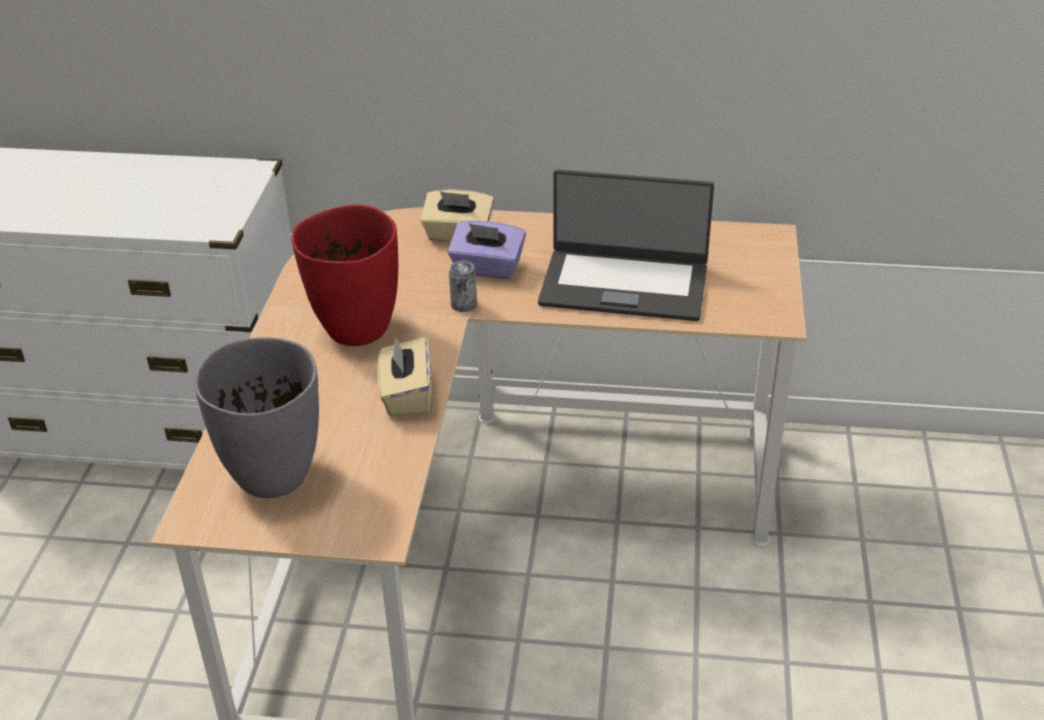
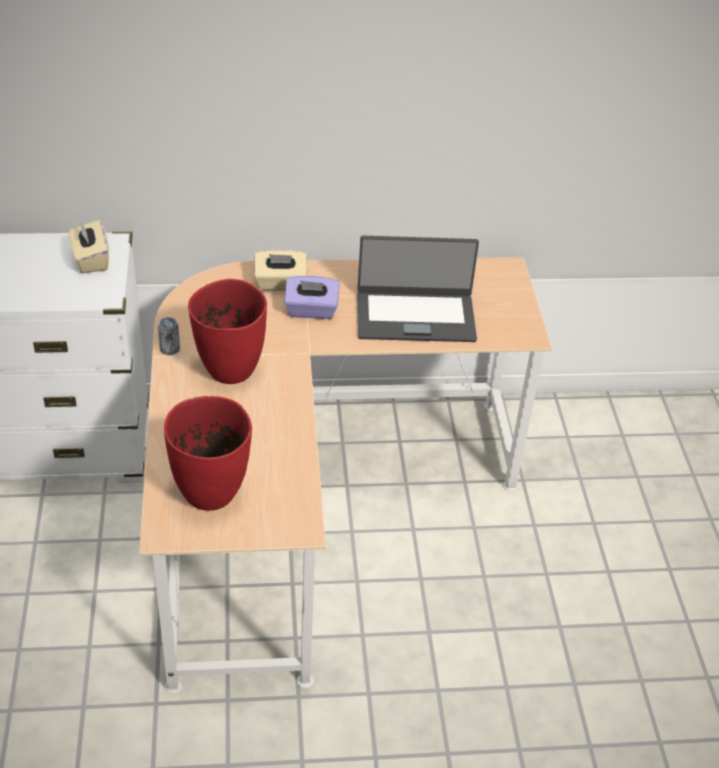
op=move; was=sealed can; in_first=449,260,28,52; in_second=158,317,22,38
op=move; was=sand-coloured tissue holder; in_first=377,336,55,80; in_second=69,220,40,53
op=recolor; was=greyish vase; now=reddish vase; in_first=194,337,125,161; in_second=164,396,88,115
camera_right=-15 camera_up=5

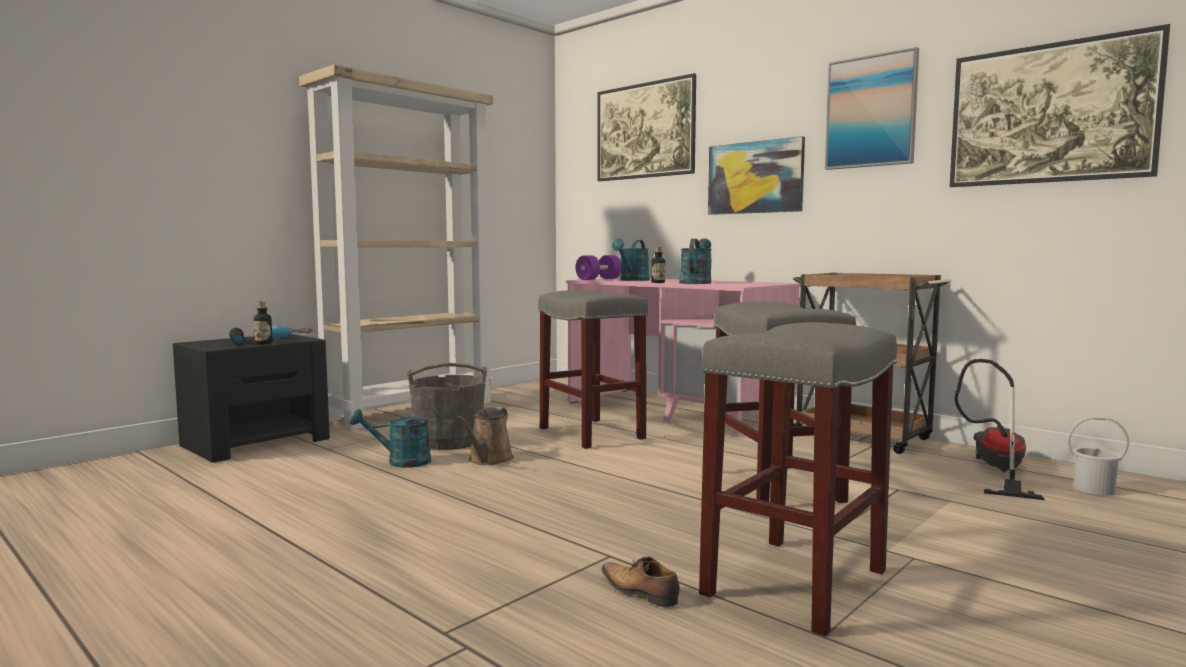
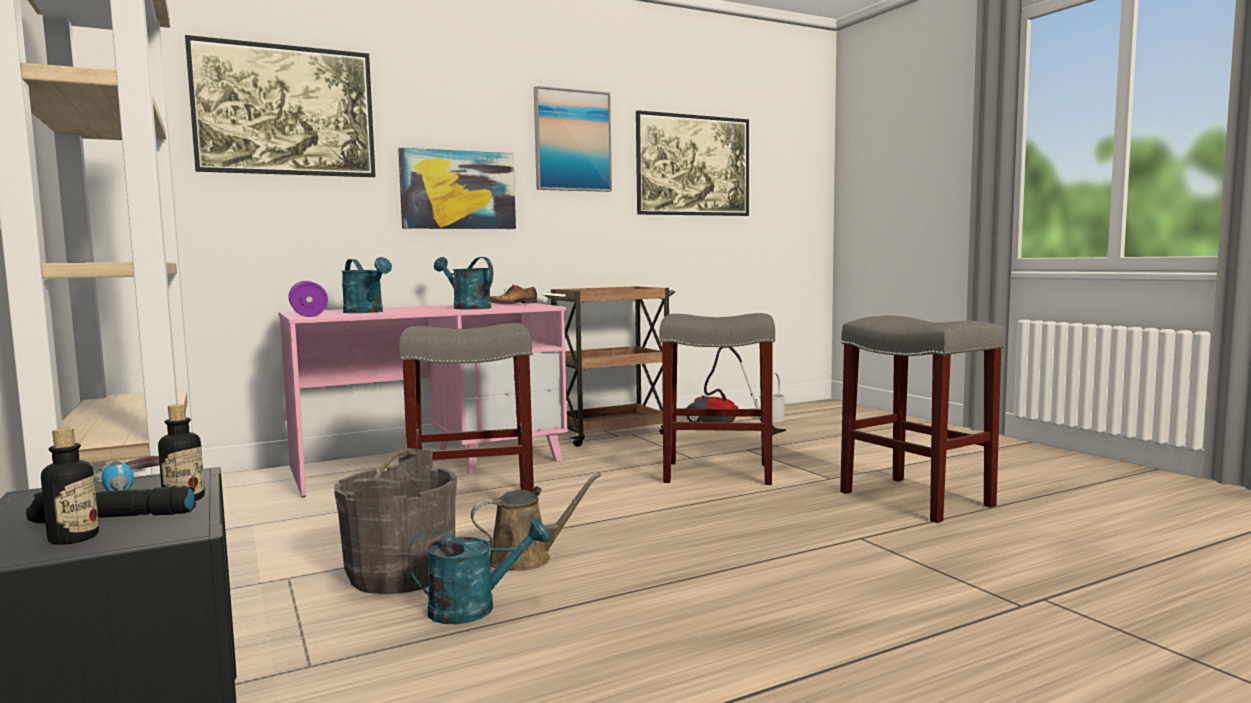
op=move; was=beverage bottle; in_first=651,247,14,36; in_second=41,428,58,117
op=rotate; was=brownish watering can; in_first=457,407,57,58; in_second=471,473,130,98; clockwise=-60
op=rotate; was=turquoise-coloured watering can; in_first=350,408,91,60; in_second=408,518,141,106; clockwise=-120
op=move; was=shoe; in_first=601,556,79,51; in_second=490,285,47,19
camera_right=-70 camera_up=0

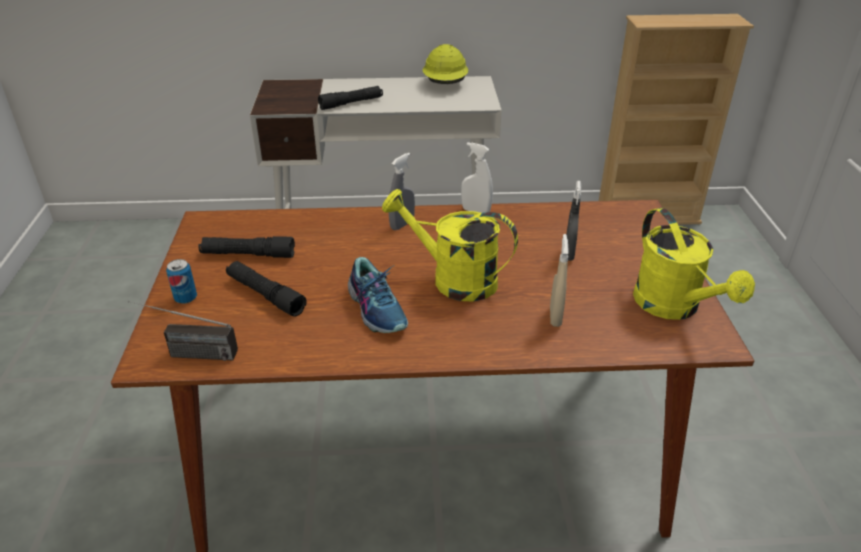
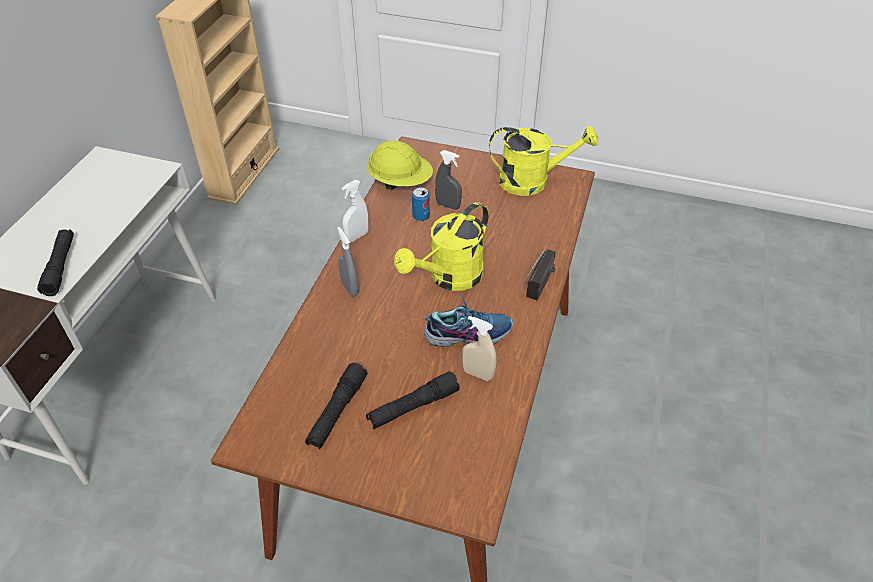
op=move; was=yellowish hard hat; in_first=423,44,45,40; in_second=367,140,66,50
op=move; was=sand-coloured hand sprayer; in_first=550,234,19,93; in_second=462,316,35,65
op=move; was=sealed can; in_first=166,259,31,45; in_second=412,187,18,34
op=move; was=radio set; in_first=128,301,110,60; in_second=521,249,35,52
camera_right=-70 camera_up=10

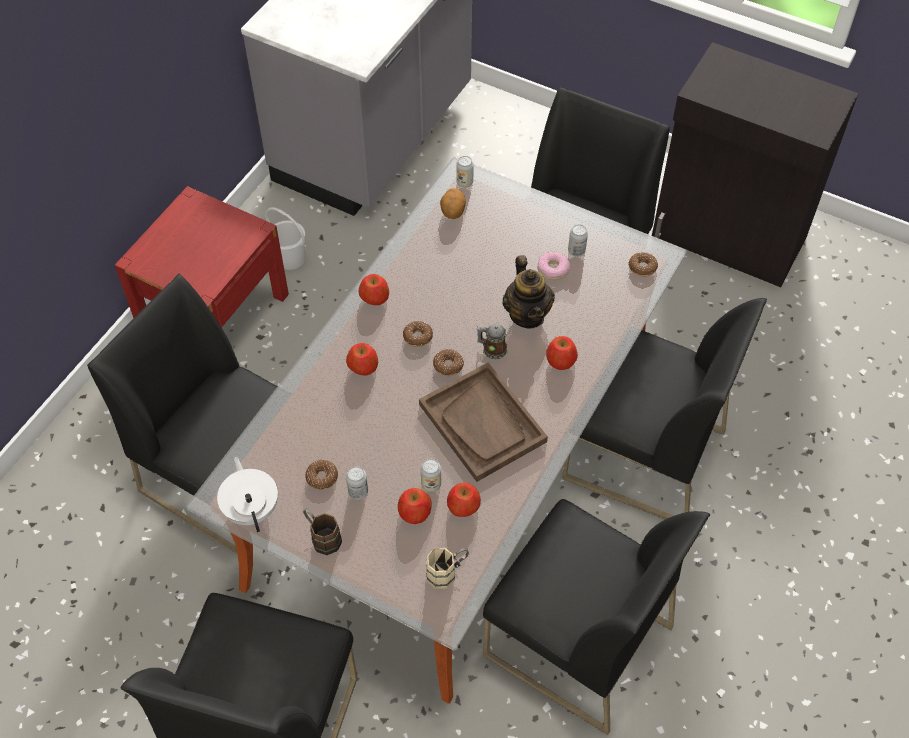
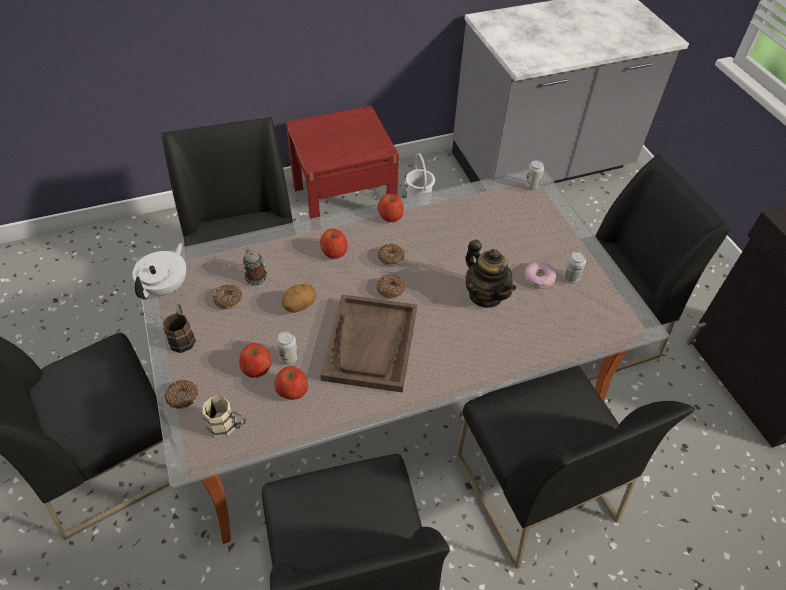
op=move; was=potato; in_first=440,188,26,31; in_second=282,284,34,29
op=move; was=donut; in_first=628,252,30,25; in_second=165,380,33,29
op=rotate; was=teapot; in_first=502,255,53,74; in_second=465,240,51,68; clockwise=-60
op=move; was=mug; in_first=477,324,31,36; in_second=243,247,24,39
op=delete; was=whole apple; in_first=546,336,32,34
op=delete; was=sealed can; in_first=346,466,22,34
camera_right=40 camera_up=-5

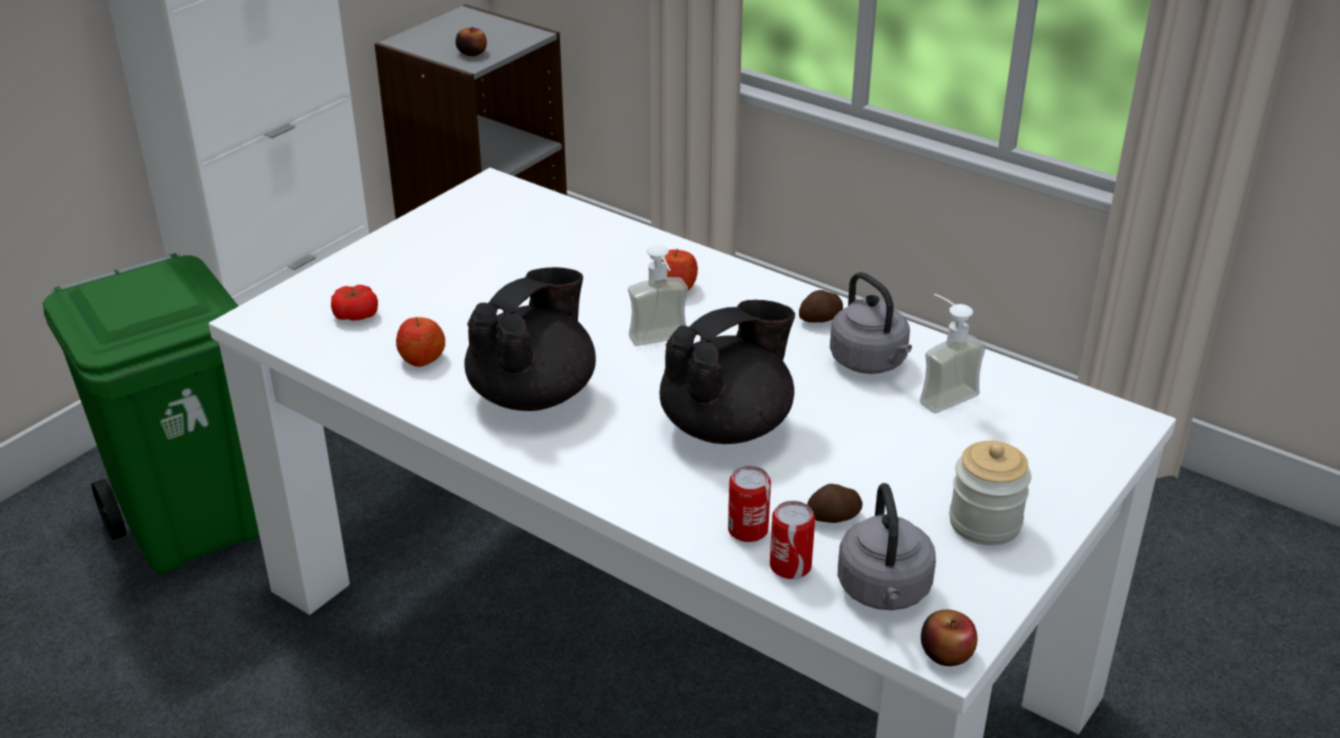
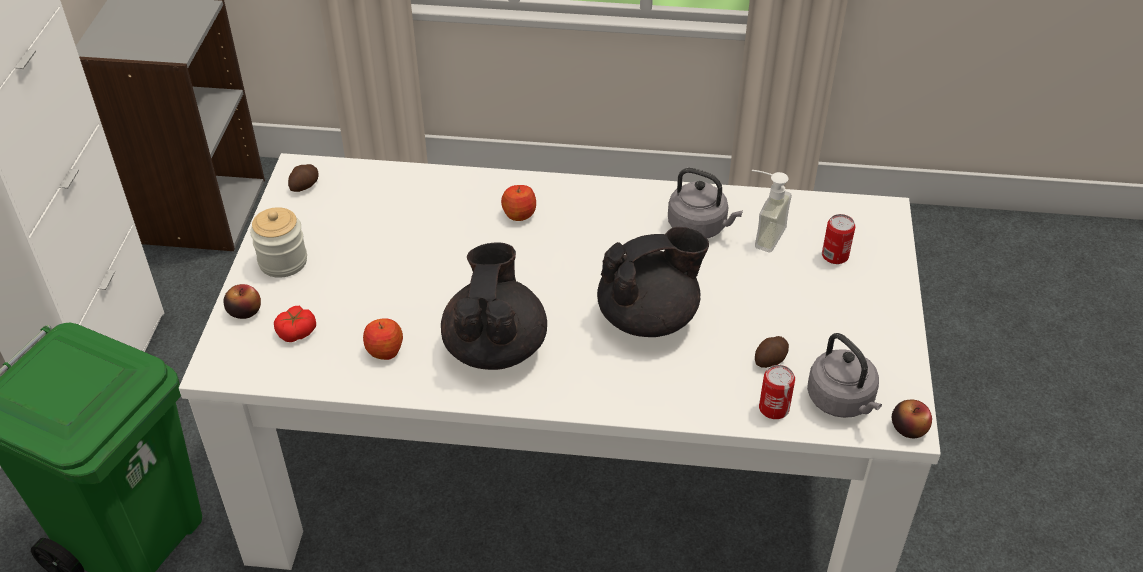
op=move; was=whole apple; in_first=456,27,31,29; in_second=224,284,37,35
op=delete; was=soap bottle; in_first=628,245,60,101
op=move; was=potato; in_first=799,290,44,32; in_second=288,164,31,28
op=rotate; was=black teapot; in_first=660,300,135,144; in_second=597,227,112,110; clockwise=45
op=move; was=jar; in_first=949,441,82,104; in_second=250,207,57,71
op=move; was=sealed can; in_first=728,466,43,76; in_second=822,214,34,50
camera_right=-30 camera_up=10

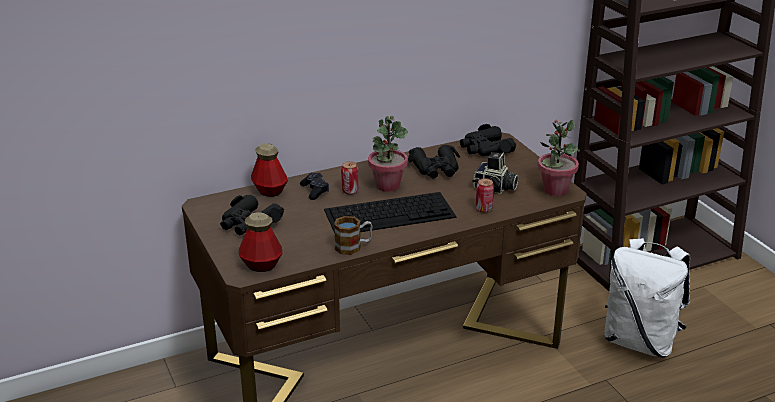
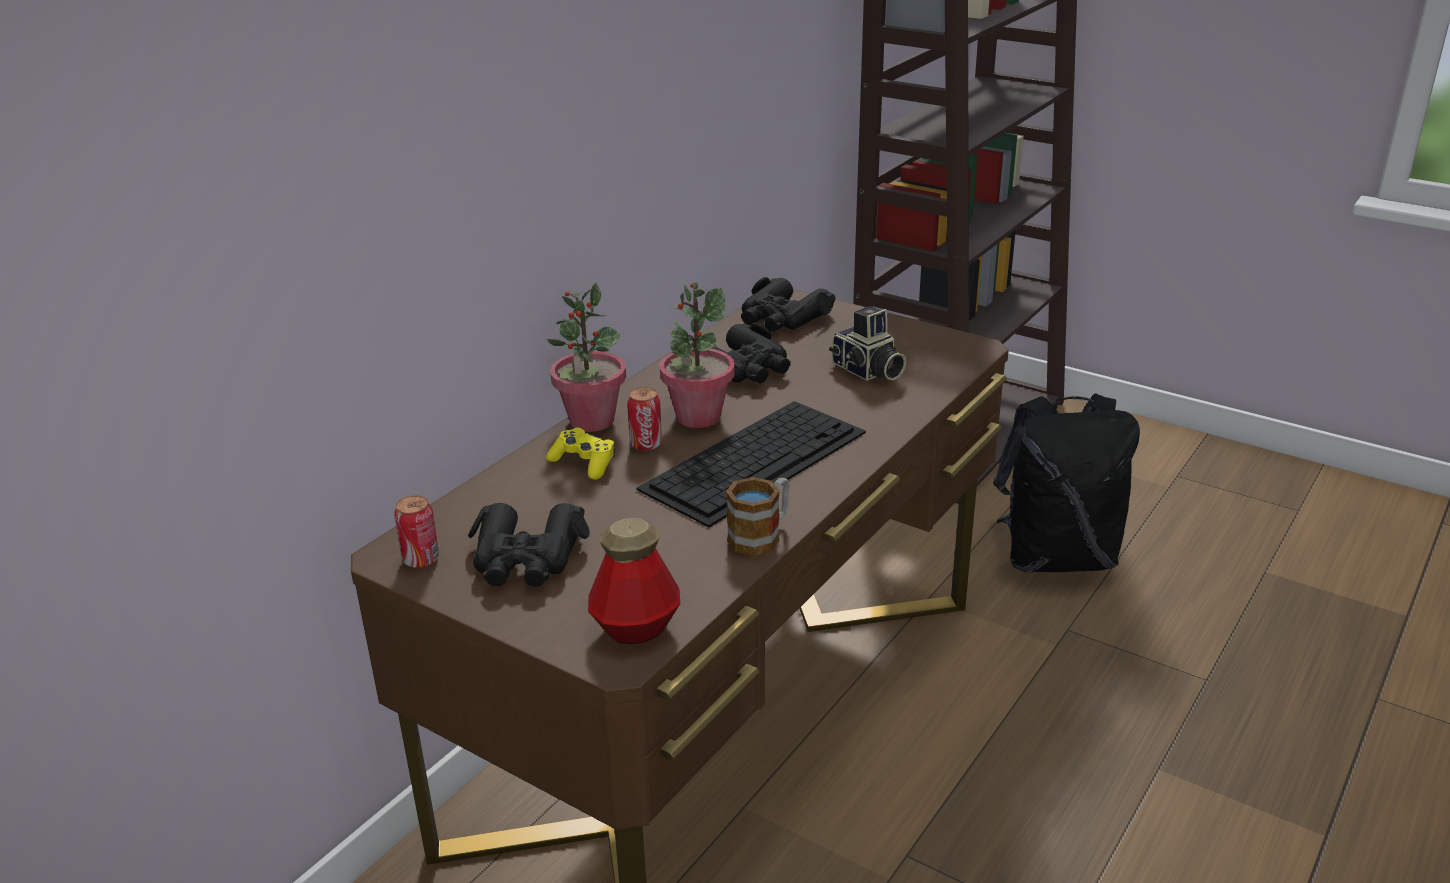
op=move; was=houseplant; in_first=538,119,41,77; in_second=547,283,79,149
op=delete; was=beverage bottle; in_first=251,143,37,54
op=rotate; was=still camera; in_first=472,152,47,42; in_second=829,306,77,75; clockwise=60
op=recolor; was=black joypad; now=yellowish joypad; in_first=300,173,29,27; in_second=546,427,69,53
op=move; was=sealed can; in_first=476,178,18,35; in_second=394,495,45,73
op=recolor; was=whitish knapsack; now=black knapsack; in_first=604,238,86,120; in_second=993,393,147,179
camera_right=-30 camera_up=0

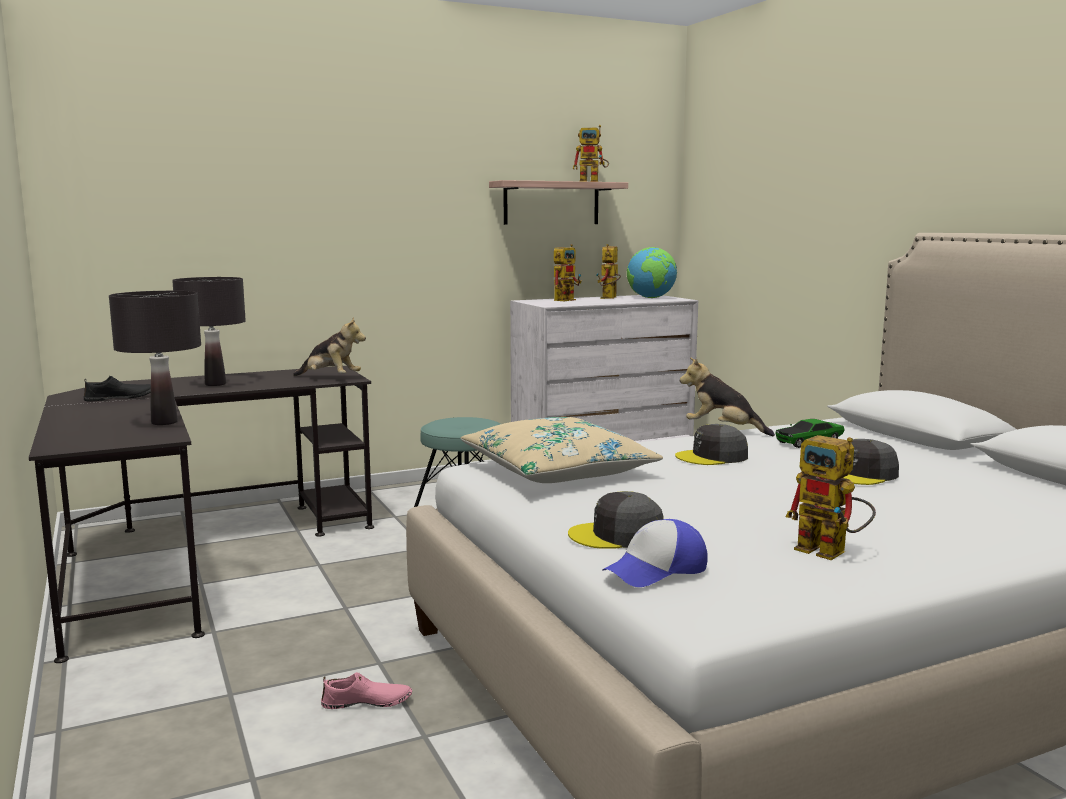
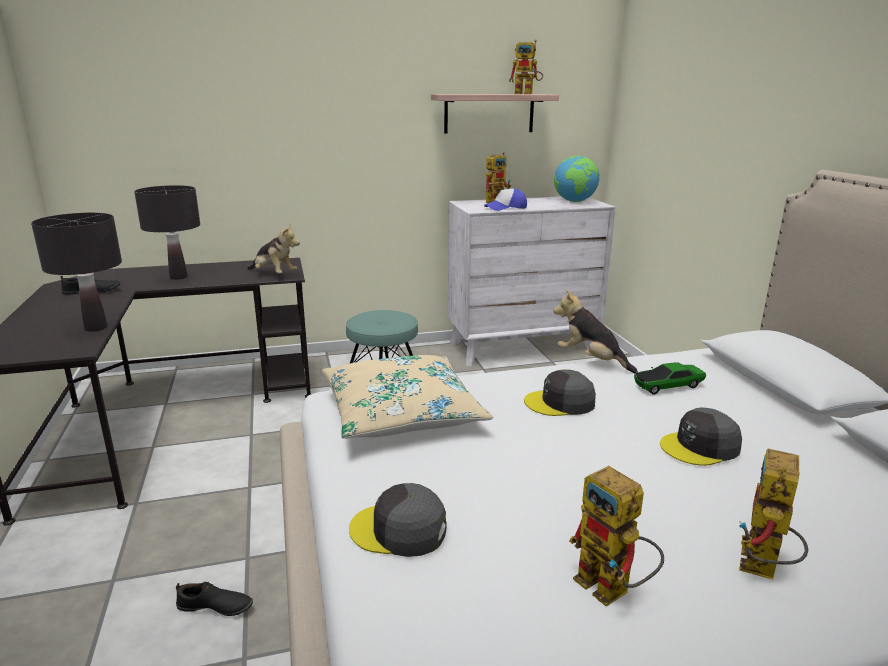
op=move; was=toy robot; in_first=596,244,25,55; in_second=739,448,69,132
op=move; was=peaked cap; in_first=602,519,106,68; in_second=484,188,43,23
op=recolor; was=pink-coloured shoe; now=black shoe; in_first=321,672,91,37; in_second=176,582,77,34
camera_right=10 camera_up=10

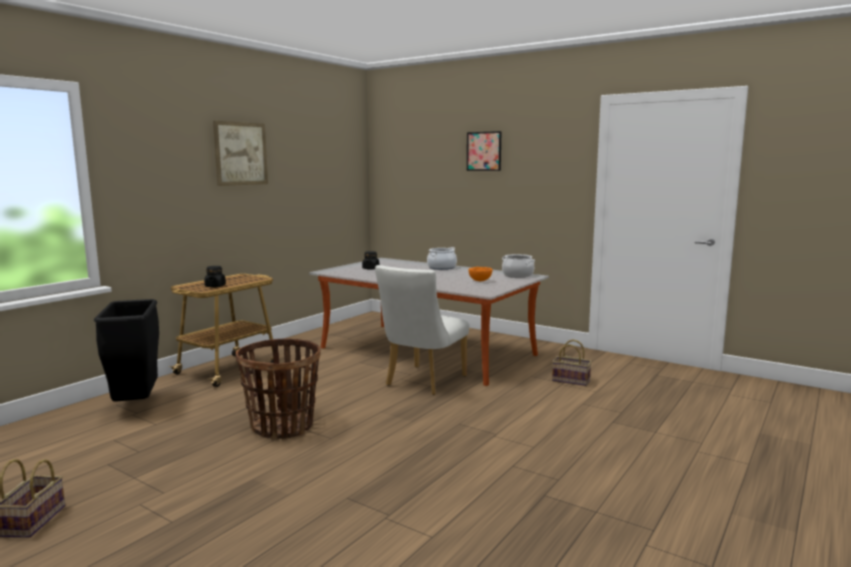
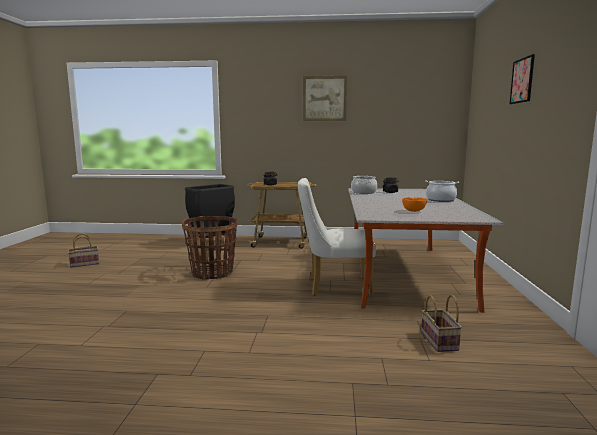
op=move; was=stockpot; in_first=502,254,33,24; in_second=351,176,26,18
camera_right=60 camera_up=0

